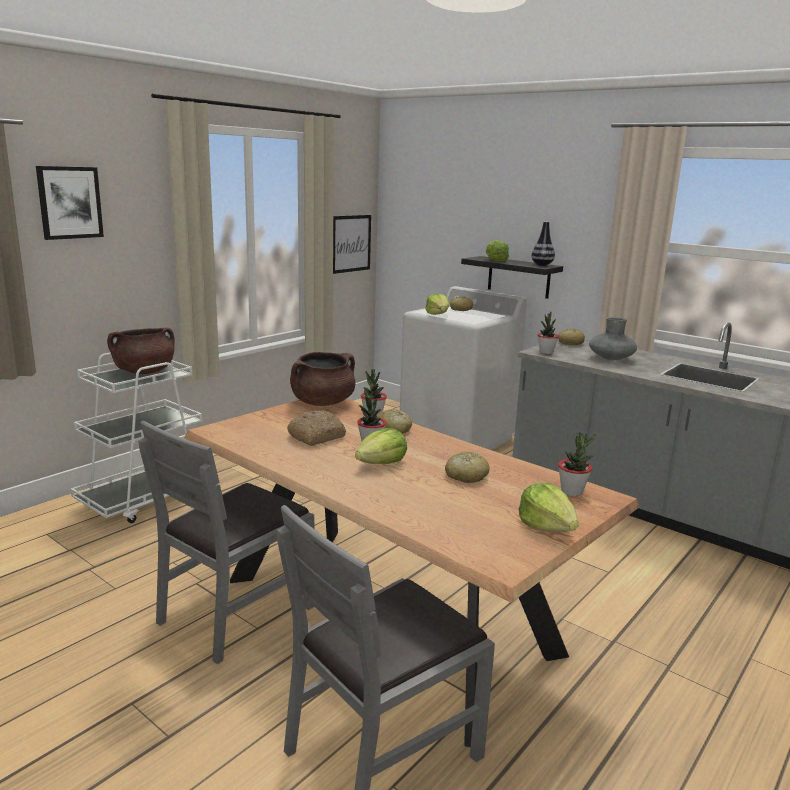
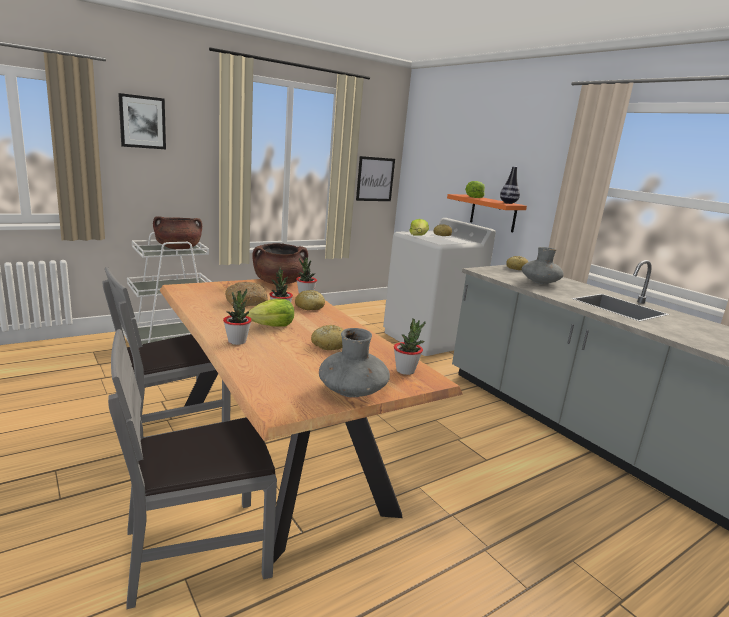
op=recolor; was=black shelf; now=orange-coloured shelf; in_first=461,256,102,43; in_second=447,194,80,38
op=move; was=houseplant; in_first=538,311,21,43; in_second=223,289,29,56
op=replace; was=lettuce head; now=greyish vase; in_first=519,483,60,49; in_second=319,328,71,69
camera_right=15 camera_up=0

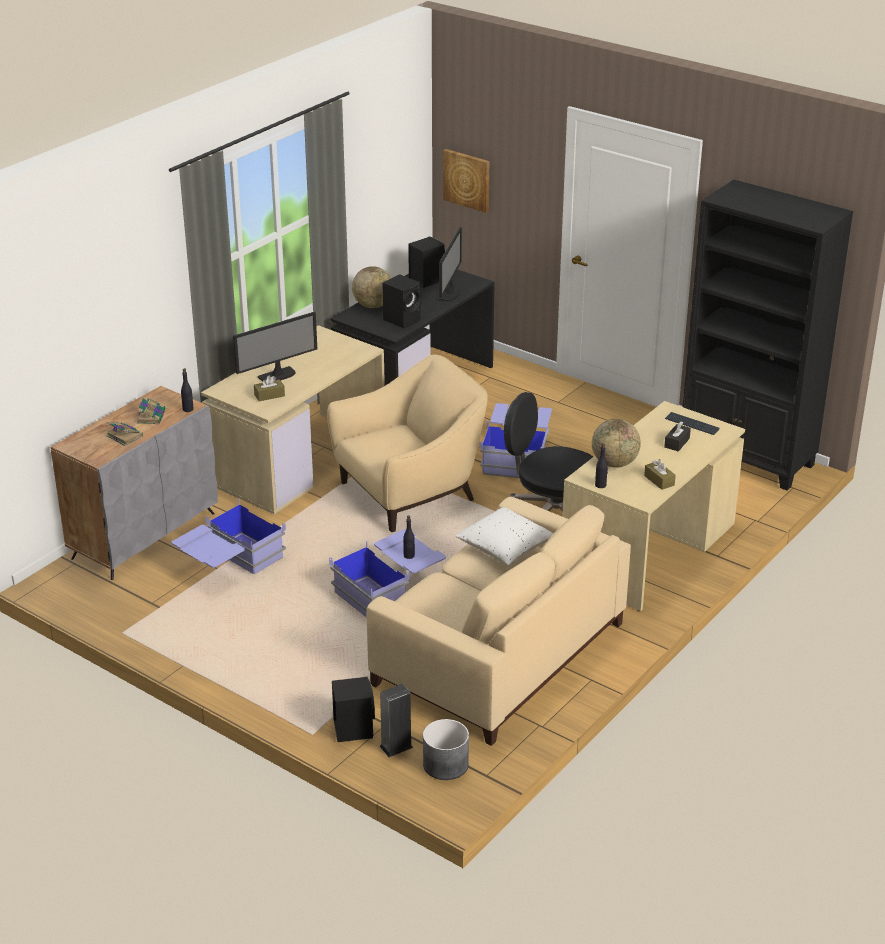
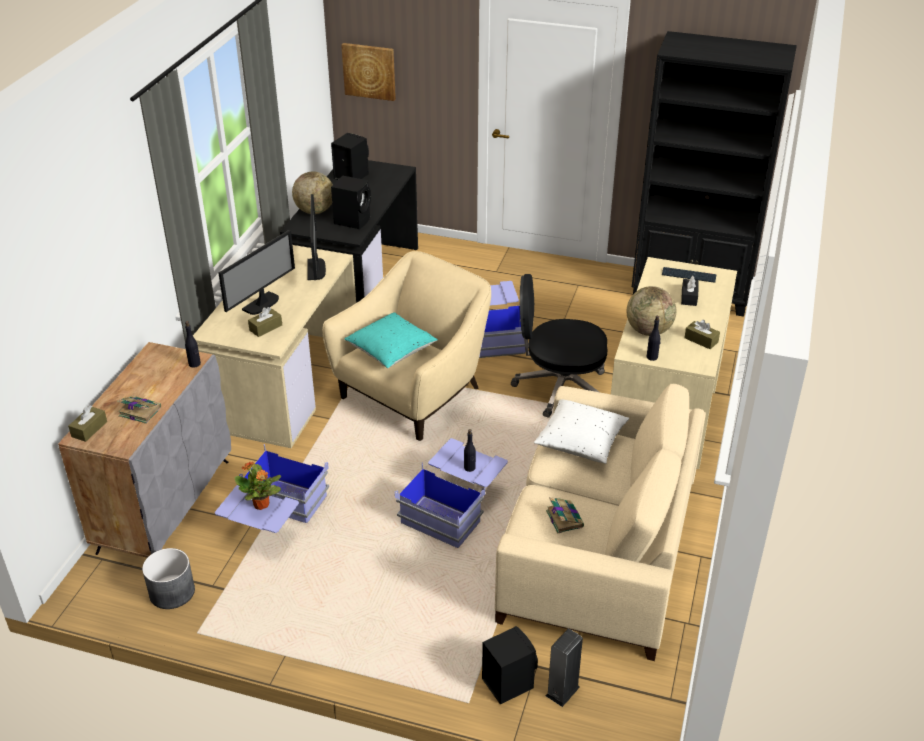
op=move; was=computer screen; in_first=439,227,23,74; in_second=307,194,19,86
op=move; was=bound book; in_first=137,396,28,28; in_second=546,497,38,37
op=move; was=greyish planter; in_first=423,719,46,61; in_second=142,548,53,61
op=insert; now=turquoise-coloured pillow; in_second=344,312,94,56
op=insert; now=brownish tissue holder; in_second=68,405,39,37
op=insert; now=houseplant; in_second=235,461,46,49
camera_right=-20 camera_up=5

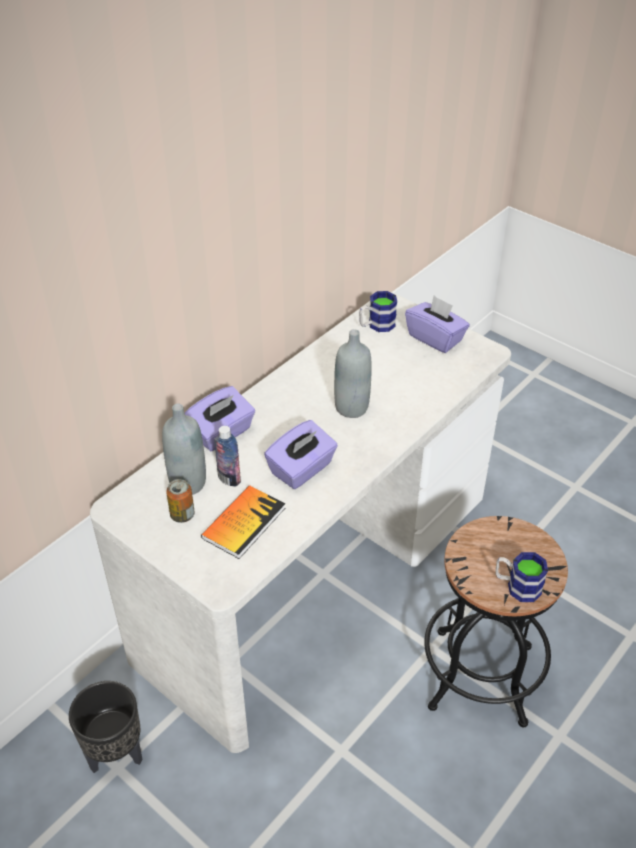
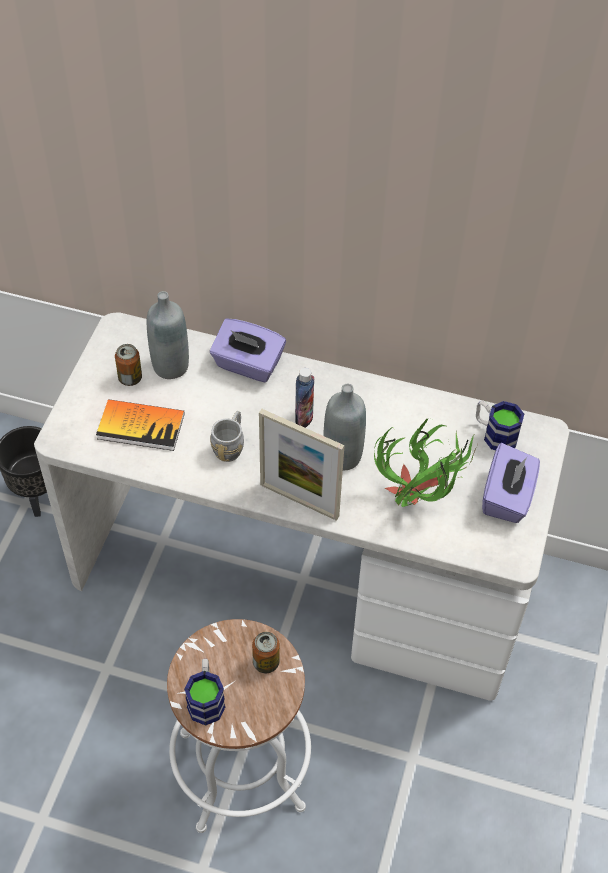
op=replace; was=purple-coloured tissue holder; now=greyish mug; in_first=264,420,74,69; in_second=210,411,34,51
op=move; was=beverage bottle; in_first=214,426,27,60; in_second=295,368,19,60
op=recolor; was=black sitting stool; now=whitish sitting stool; in_first=424,516,144,211; in_second=167,619,144,214
op=insert; now=picture frame; in_second=259,409,86,112
op=insert; now=houseplant; in_second=374,418,103,89
op=insert; now=sealed can; in_second=252,632,28,41
camera_right=65 camera_up=10

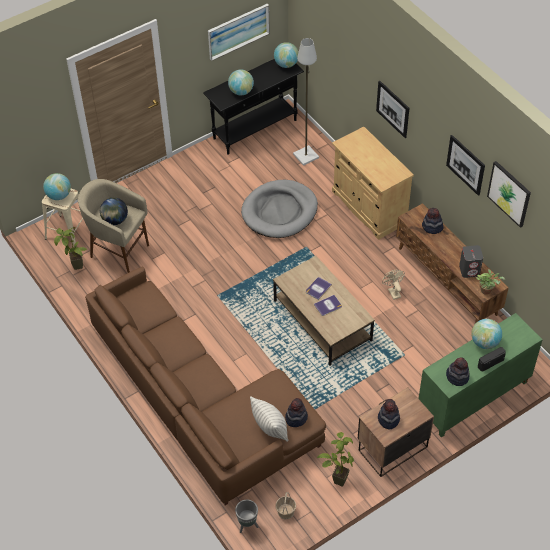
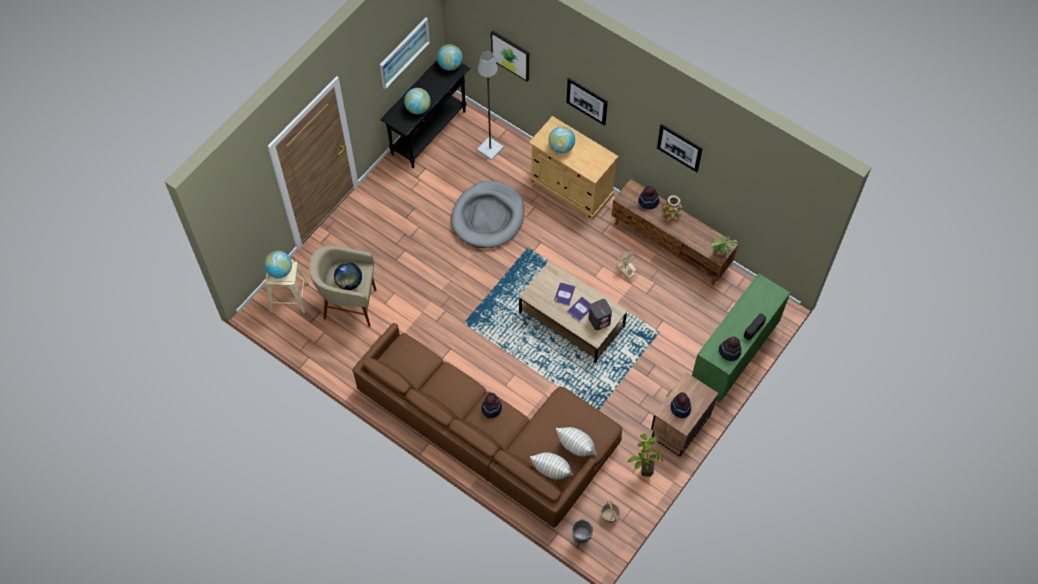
op=move; was=wall art; in_first=487,161,44,67; in_second=491,30,38,52
op=delete; was=houseplant; in_first=54,227,33,43
op=move; was=greyish speaker; in_first=459,245,24,33; in_second=589,299,23,31
op=move; was=world globe; in_first=471,319,31,30; in_second=548,126,27,27
op=move; was=hat; in_first=285,398,23,29; in_second=481,393,21,25
op=insert; now=vase; in_second=662,195,21,26
op=insert; now=pillow; in_second=530,452,43,28
camera_right=-20 camera_up=10

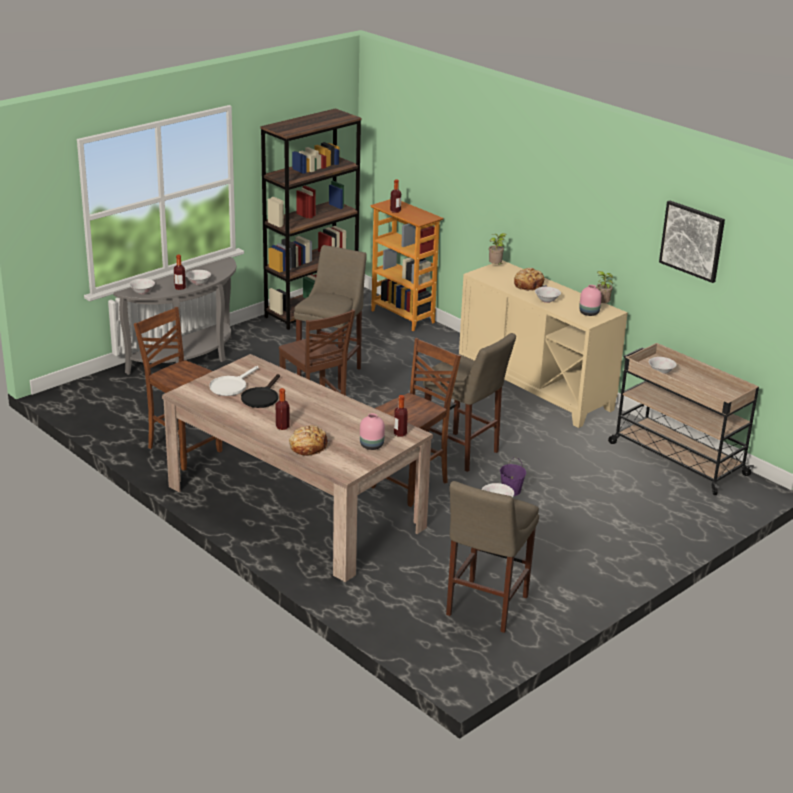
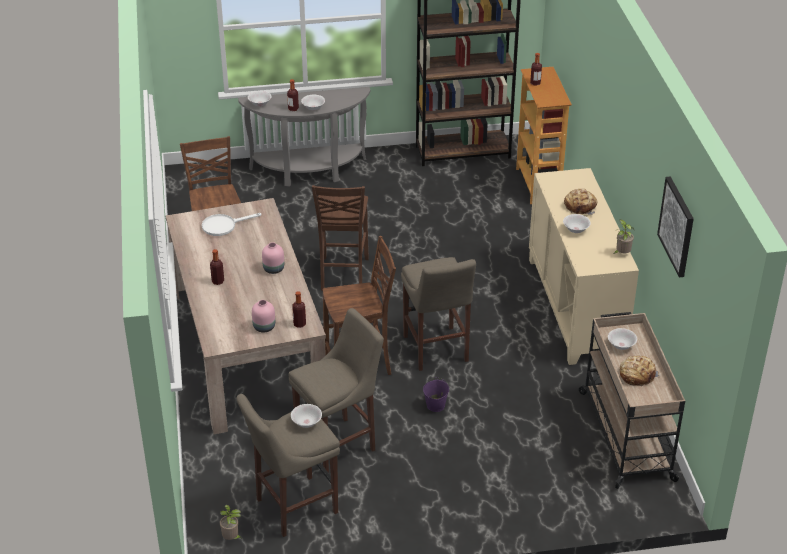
op=move; was=houseplant; in_first=489,233,18,31; in_second=220,505,22,35
op=move; was=sand-coloured sitting stool; in_first=294,245,73,145; in_second=289,308,95,165
op=move; was=pink-coloured vase; in_first=579,285,23,31; in_second=262,242,22,32
op=delete; was=black frying pan; in_first=241,374,39,34
op=move; was=bakery bread; in_first=289,426,42,30; in_second=620,356,41,30
camera_right=35 camera_up=10

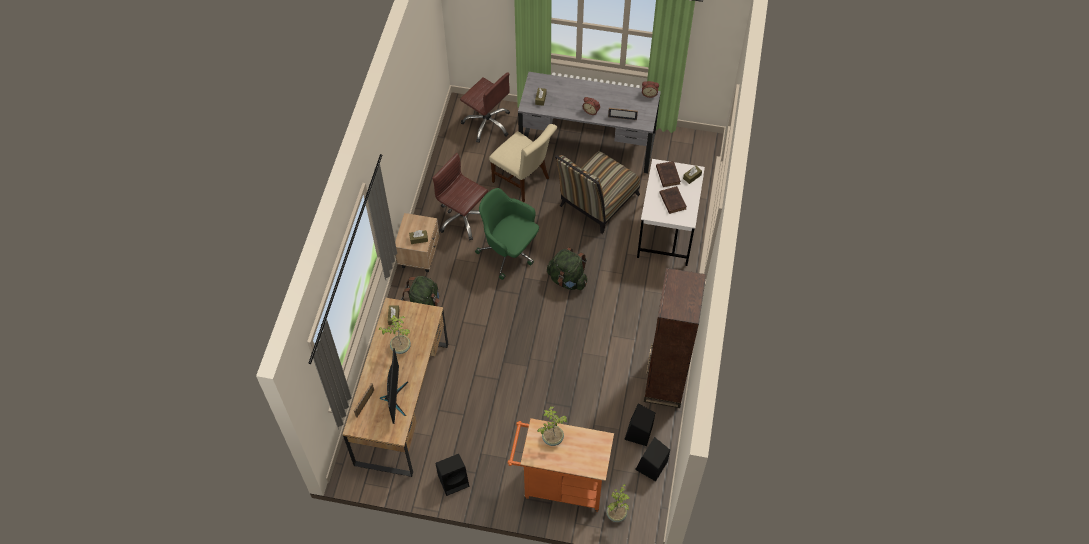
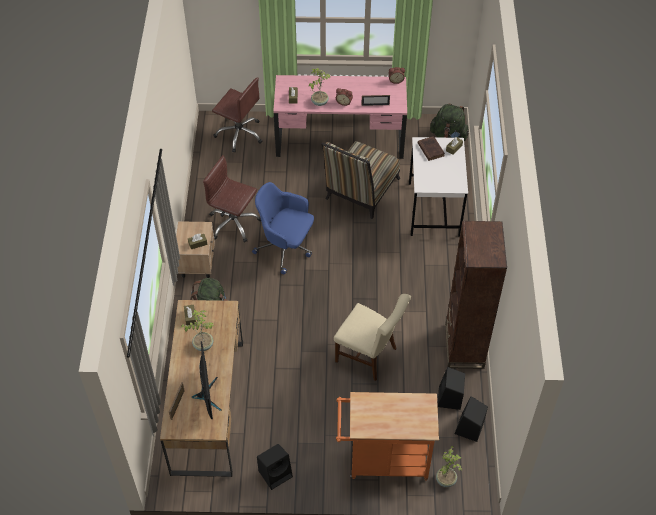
op=recolor; was=greyish desk table; now=pink-coloured desk table; in_first=518,72,143,101; in_second=273,75,134,84
op=move; was=sand-coloured chair; in_first=489,124,68,78; in_second=334,294,77,87
op=delete; was=brownish bound book; in_first=659,186,28,28
op=recolor; was=green-coloured desk chair; now=blue-coloured desk chair; in_first=475,188,64,92; in_second=252,182,62,93
op=move; was=green-coloured knapsack; in_first=547,247,40,43; in_second=430,103,39,38
op=move; was=houseplant; in_first=538,406,29,40; in_second=309,68,22,38
camera_right=-10 camera_up=-5

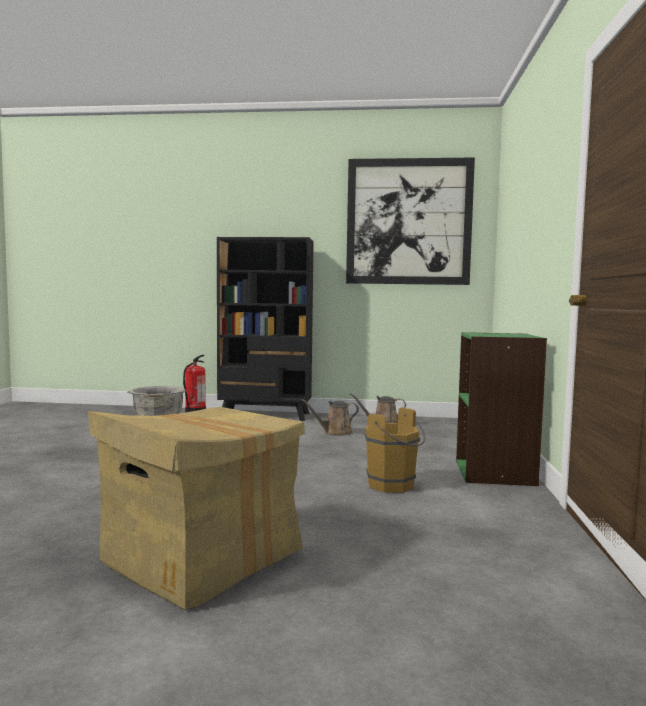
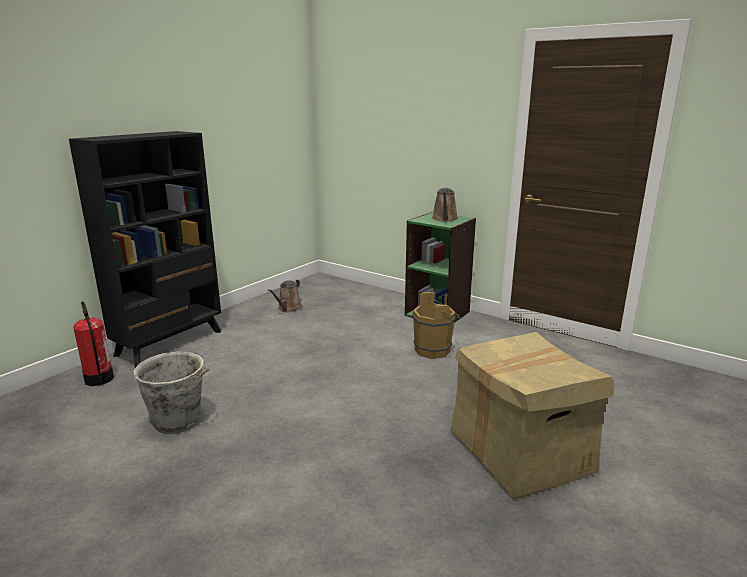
op=delete; was=wall art; in_first=346,158,129,127
op=move; was=brownish watering can; in_first=301,399,58,37; in_second=432,188,26,34
camera_right=-60 camera_up=15

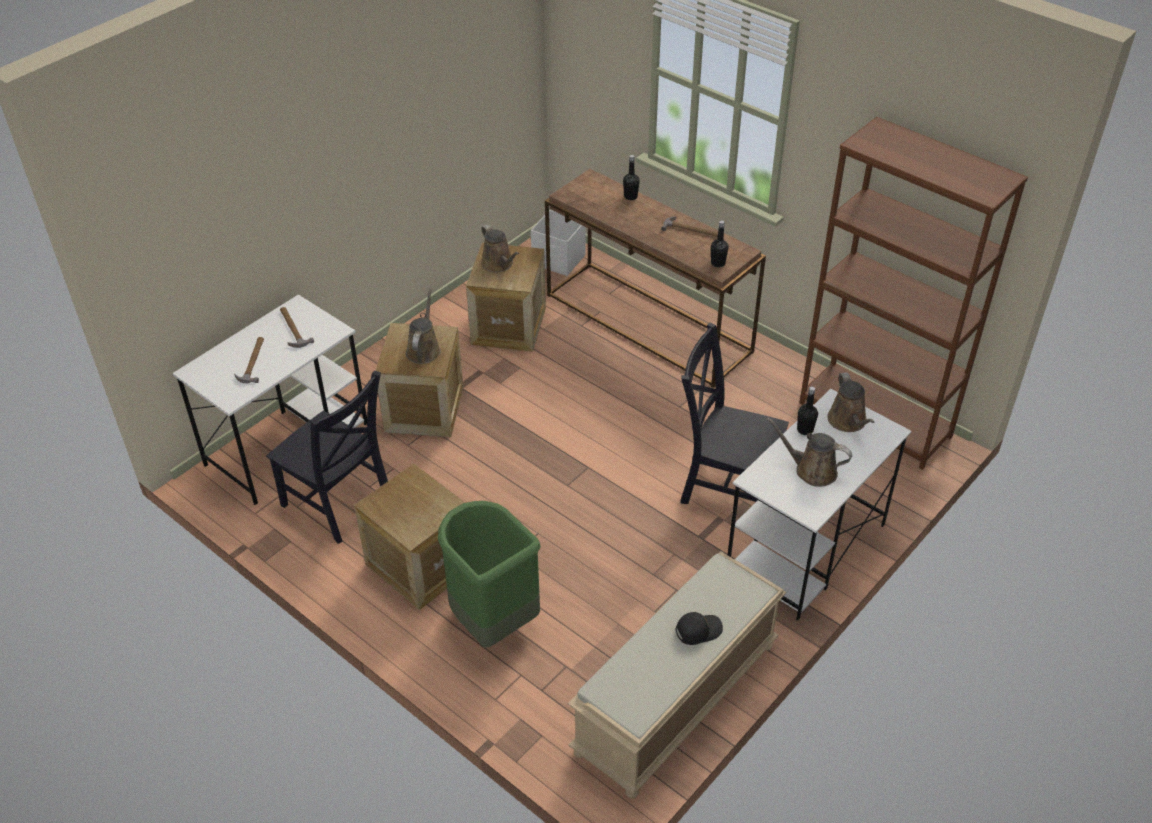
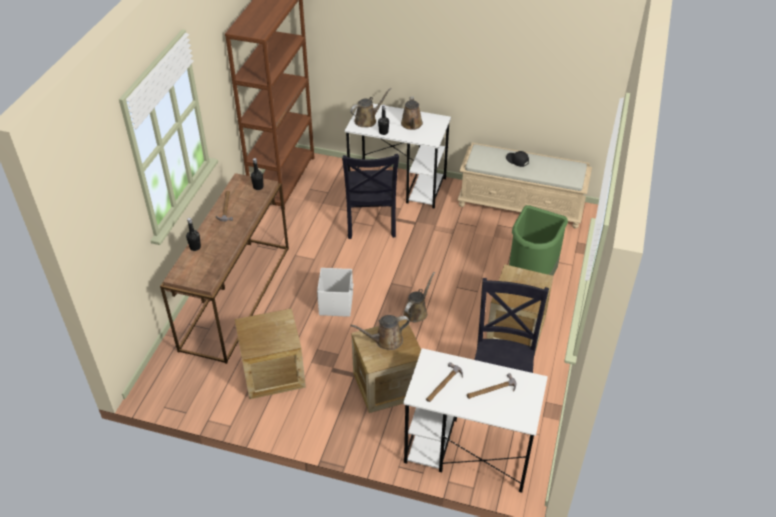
op=move; was=whitish storage box; in_first=531,210,54,66; in_second=317,268,36,49
op=move; was=brownish watering can; in_first=481,225,39,47; in_second=403,272,32,51
camera_right=-115 camera_up=0

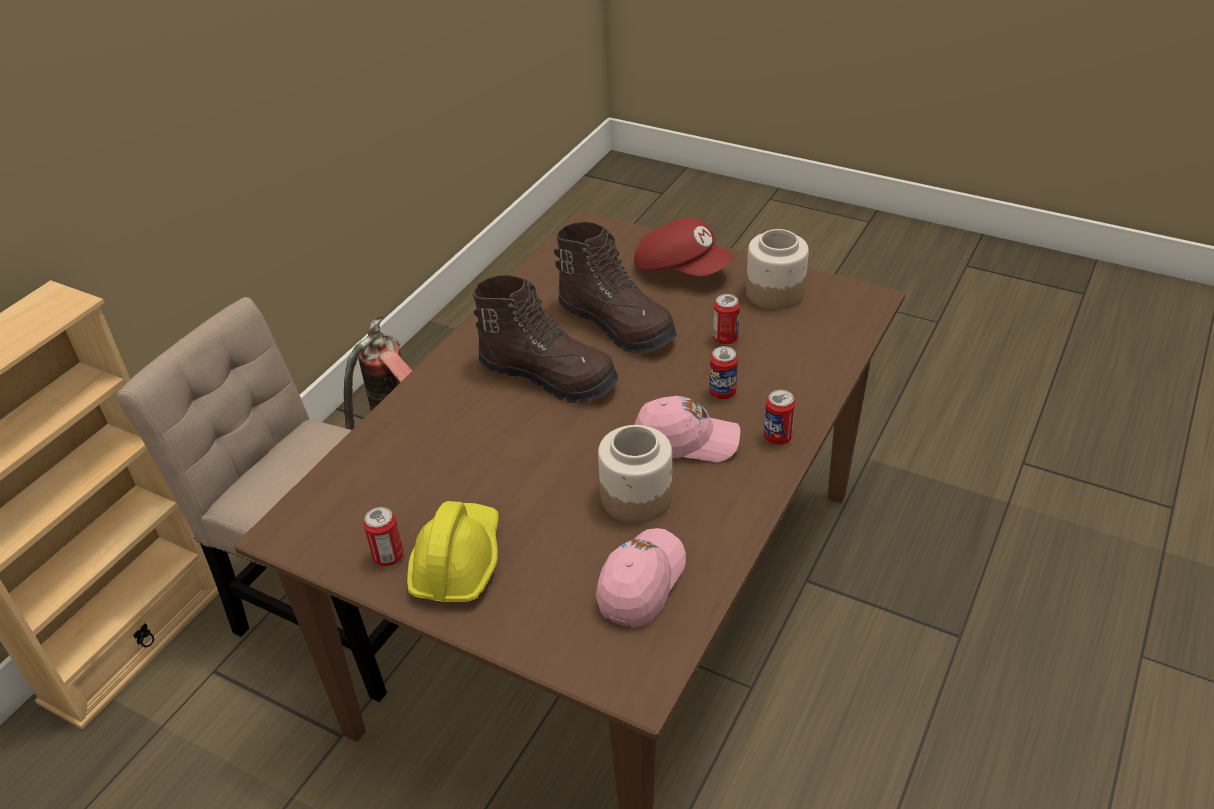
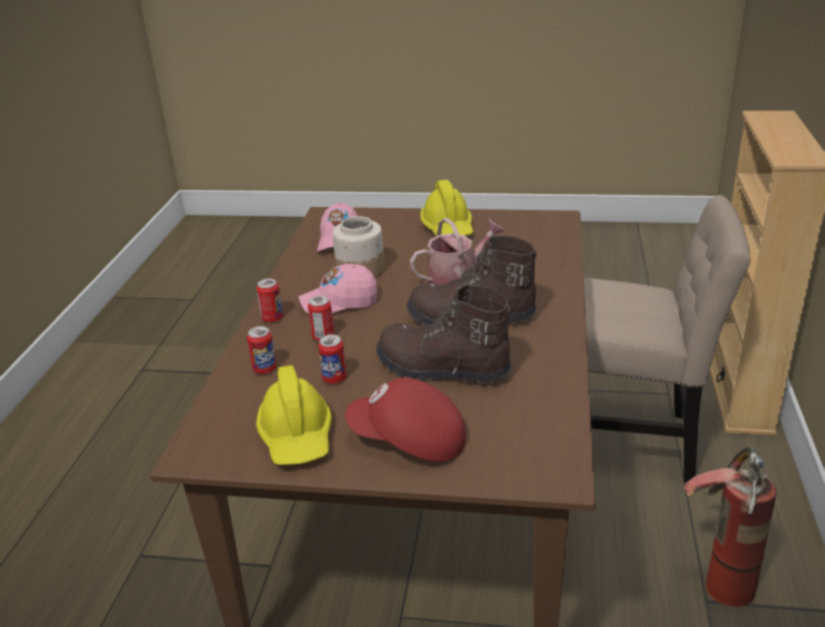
op=replace; was=jar; now=yellowish hard hat; in_first=746,229,63,81; in_second=256,365,76,100
op=move; was=sealed can; in_first=364,507,40,59; in_second=247,326,30,48
op=insert; now=watering can; in_second=410,218,95,67
camera_right=160 camera_up=-10

